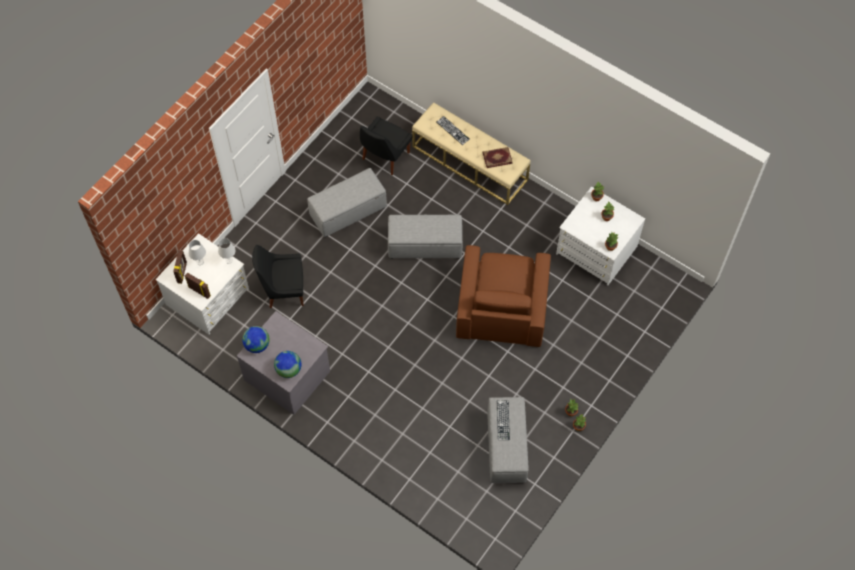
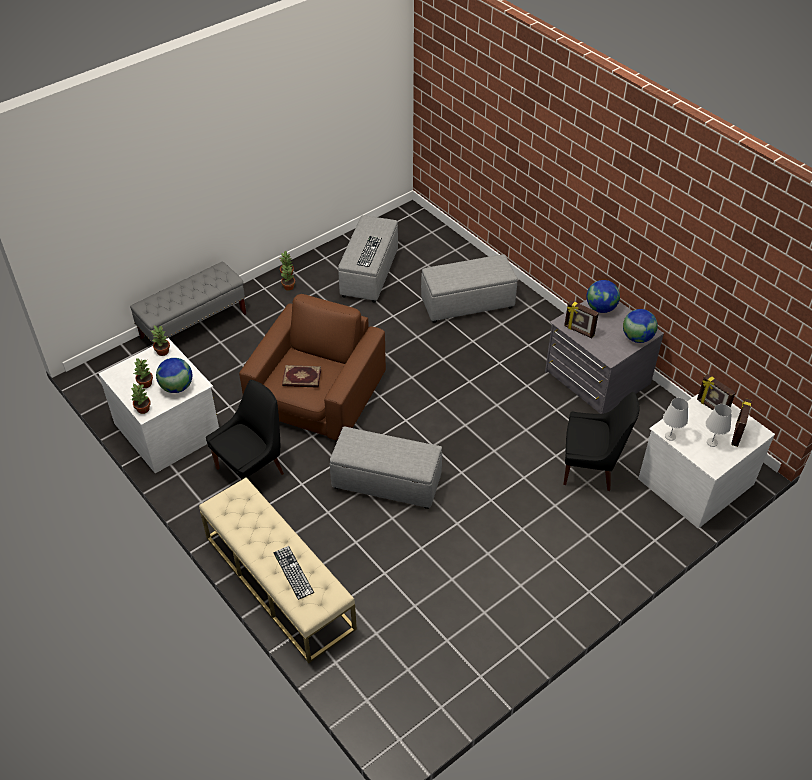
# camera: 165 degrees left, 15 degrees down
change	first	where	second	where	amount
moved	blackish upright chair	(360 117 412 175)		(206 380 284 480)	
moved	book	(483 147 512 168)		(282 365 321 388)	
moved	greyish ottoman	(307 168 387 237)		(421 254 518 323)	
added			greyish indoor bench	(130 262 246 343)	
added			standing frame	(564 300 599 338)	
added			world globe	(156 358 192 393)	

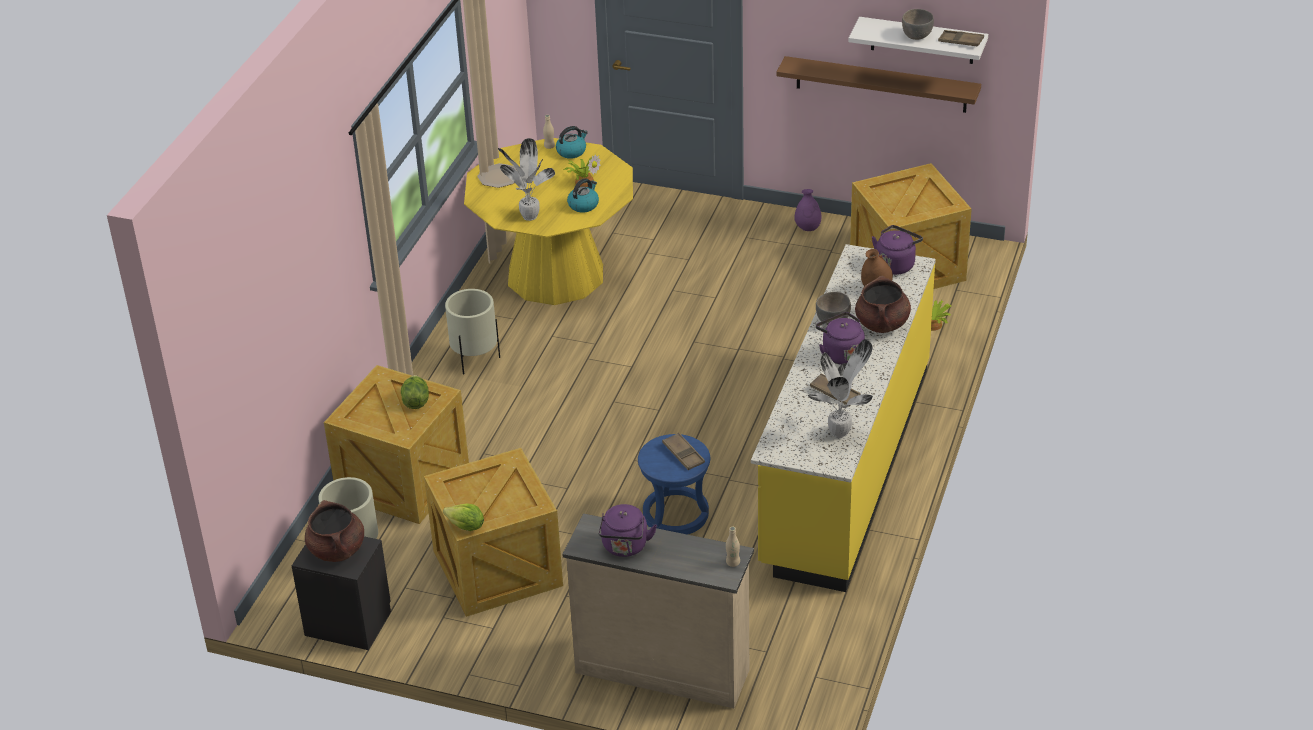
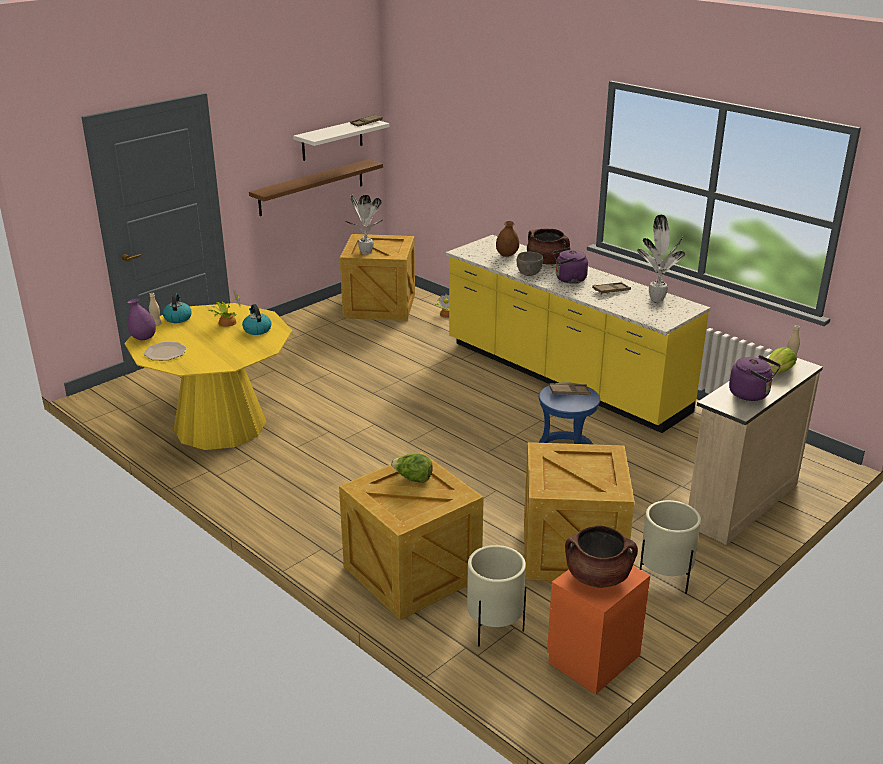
# camera: 65 degrees left, 10 degrees down
change	first	where	second	where	amount
removed	greyish serving bowl	(902 9 934 40)			
moved	potted plant	(498 138 555 221)		(346 194 382 255)	
moved	purple-coloured vase	(794 189 822 231)		(127 299 156 340)	
removed	purple-coloured water kettle	(872 225 923 275)			
moved	beige-coloured flower pot	(445 289 500 375)		(640 500 701 594)	
moved	lettuce	(443 504 484 531)		(768 347 796 373)	
recoloured	blackish bedside table	(292 536 391 650)	orangey bedside table	(547 566 650 694)	

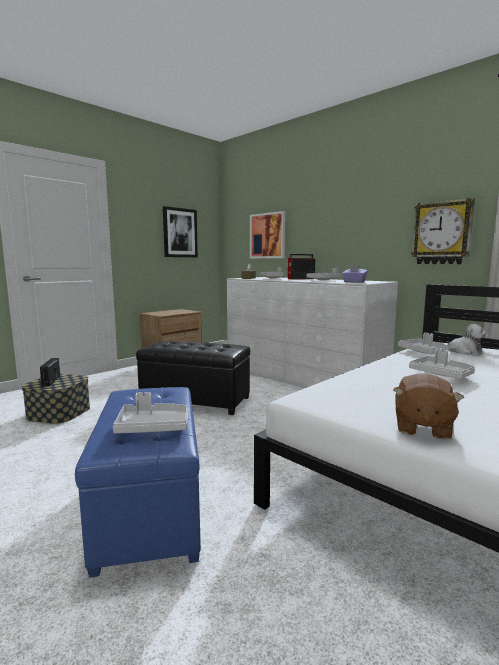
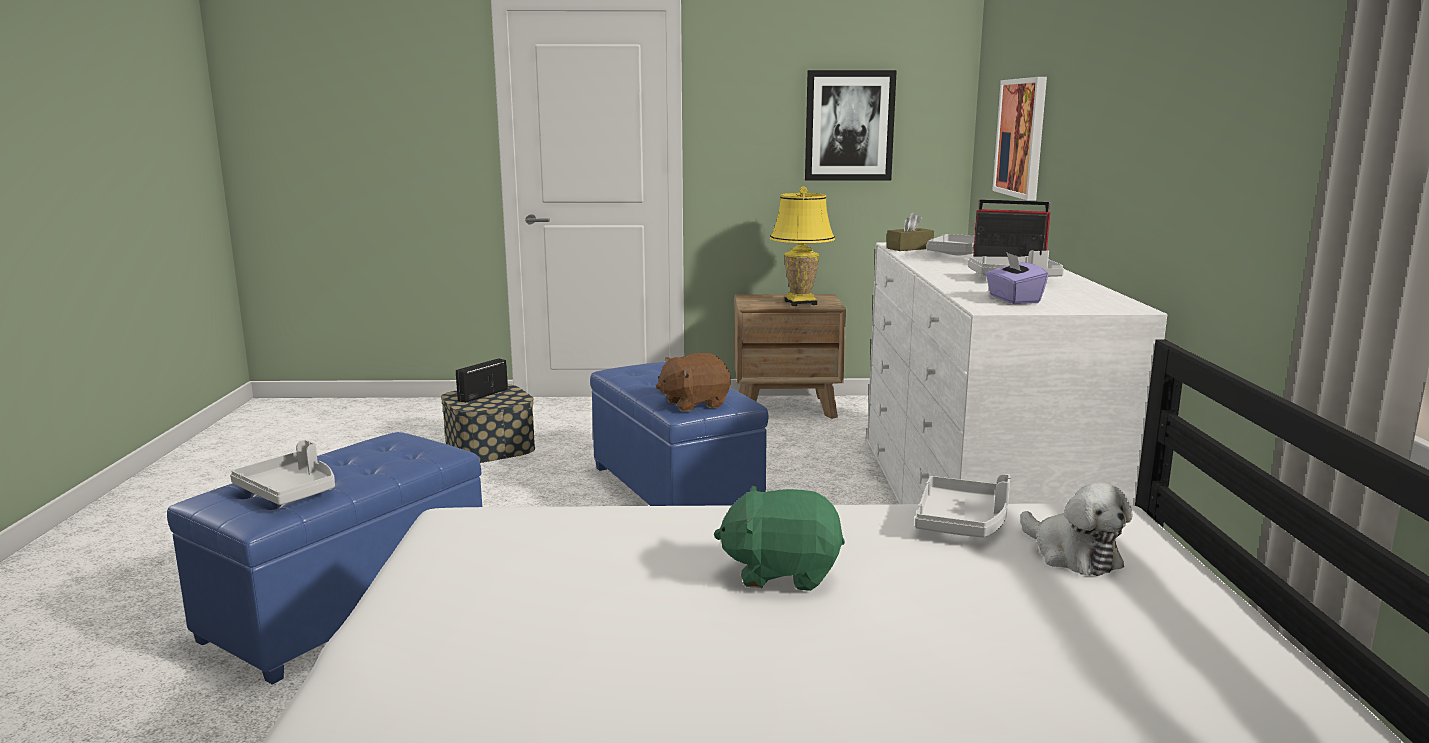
# camera: 45 degrees right, 5 degrees up
change	first	where	second	where	amount
removed	wall clock	(411 198 475 264)			
recoloured	blackish ottoman	(136 341 250 415)	bluish ottoman	(590 362 768 506)	
replaced	greyish serving tray	(409 349 475 379)	green plush toy	(714 486 845 591)	
moved	brownish plush toy	(393 373 464 440)		(656 353 731 412)	
added			yellow lamp for a table	(770 186 835 306)	

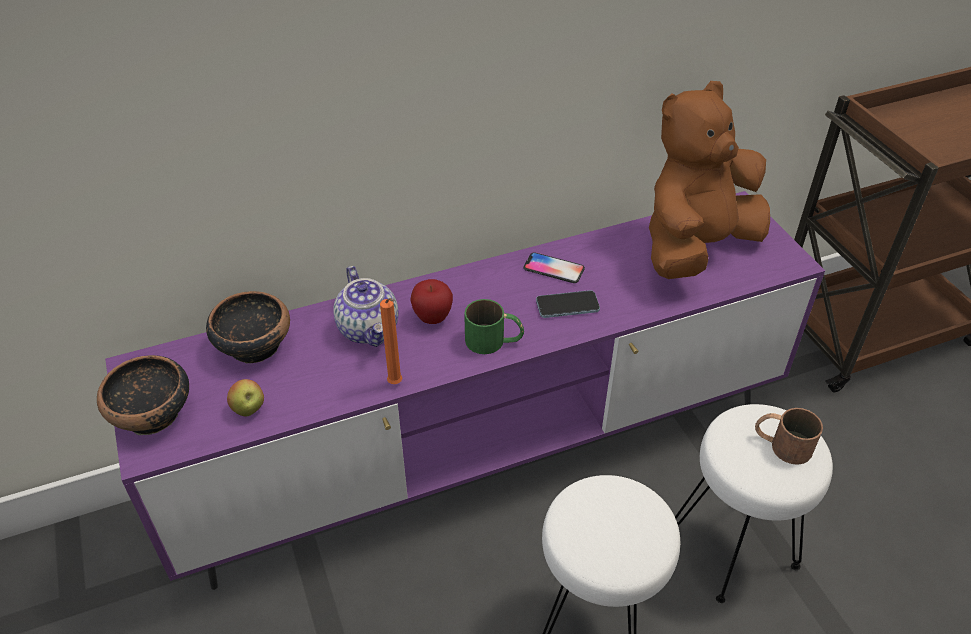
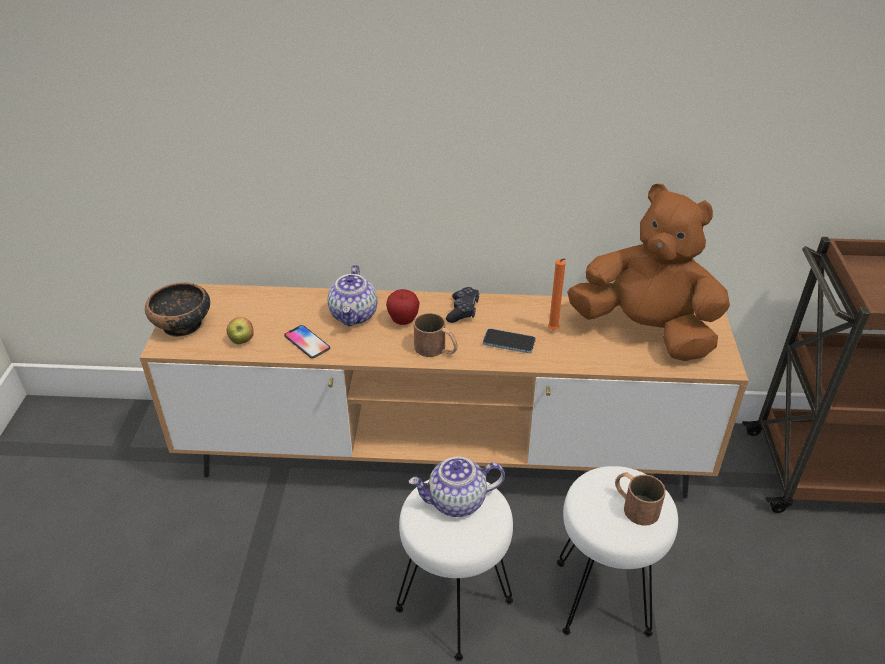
# camera: 25 degrees right, 5 degrees down
change	first	where	second	where	amount
turned	brownish plush toy	(649 81 770 279)		(567 184 730 361)	45 degrees clockwise
recoloured	purple-coloured tv unit	(105 191 825 590)	brownish tv unit	(140 284 749 499)	
moved	phone	(523 252 585 283)		(284 325 330 358)	
removed	serving bowl	(206 291 290 364)			
moved	orangey candle	(380 298 402 384)		(548 258 566 330)	
recoloured	green tea mug	(464 299 524 354)	brownish tea mug	(414 313 458 357)	
added			blackish gamepad	(446 287 479 323)	
added			pot for tea	(409 456 505 517)	

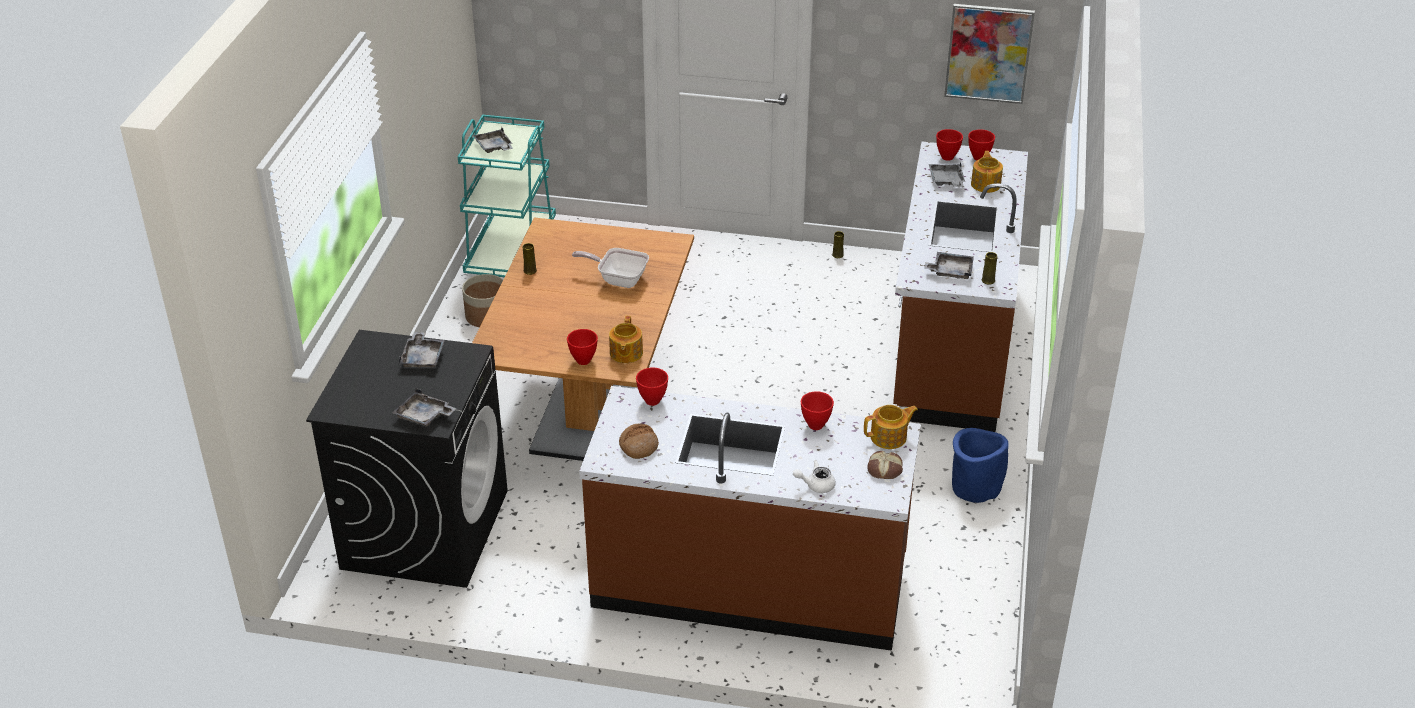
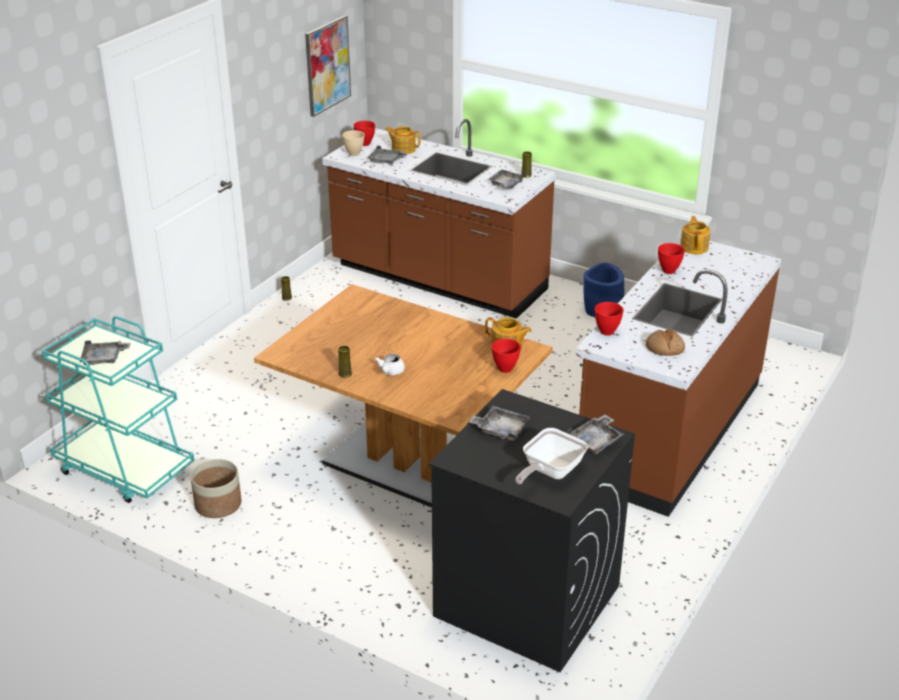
# camera: 70 degrees left, 5 degrees down
change	first	where	second	where	amount
recoloured	reddish serving bowl	(936 129 963 161)	beige-coloured serving bowl	(342 130 364 156)	
moved	skillet	(572 248 649 288)		(515 428 588 484)	
removed	bakery bread	(867 451 903 479)			
moved	white-coloured pot for tea	(793 460 836 493)		(375 354 405 375)	

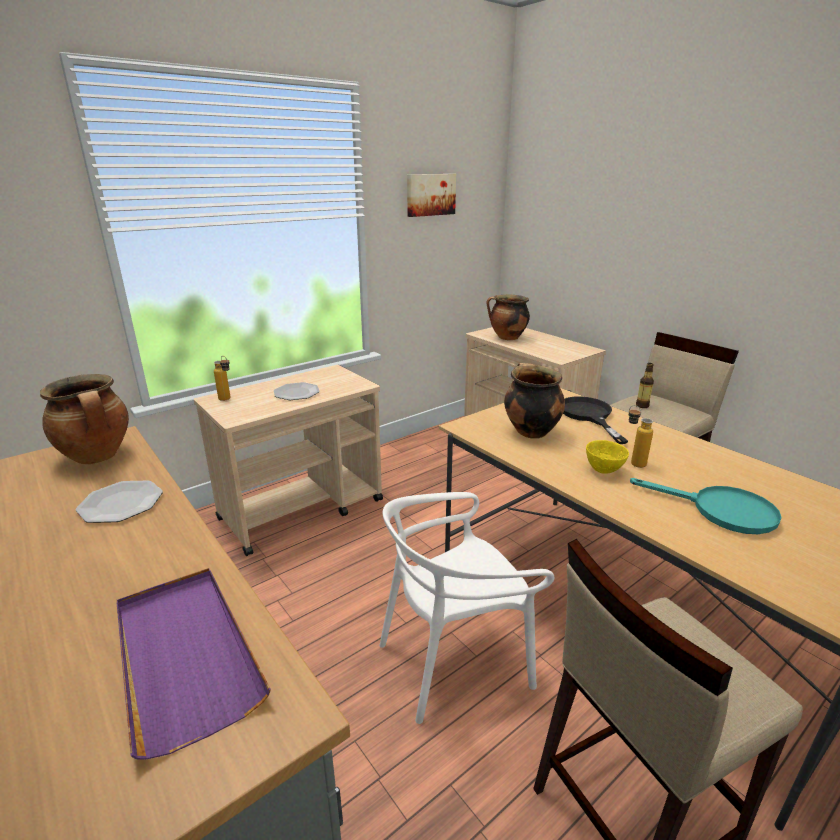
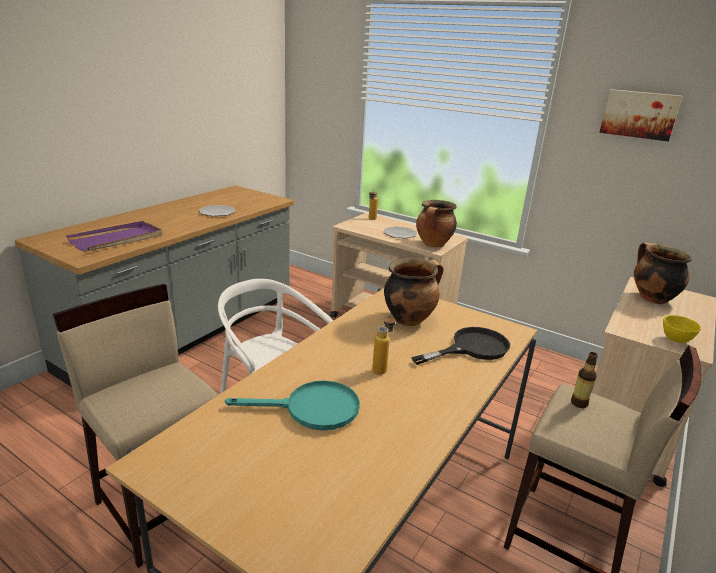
# camera: 70 degrees right, 0 degrees up
change	first	where	second	where	amount
moved	stockpot	(40 374 129 464)		(416 200 457 248)	
moved	yellow serving bowl	(586 440 629 474)		(663 315 701 343)	
turned	turquoise-coloured skillet	(630 478 782 534)		(225 381 360 431)	105 degrees counterclockwise

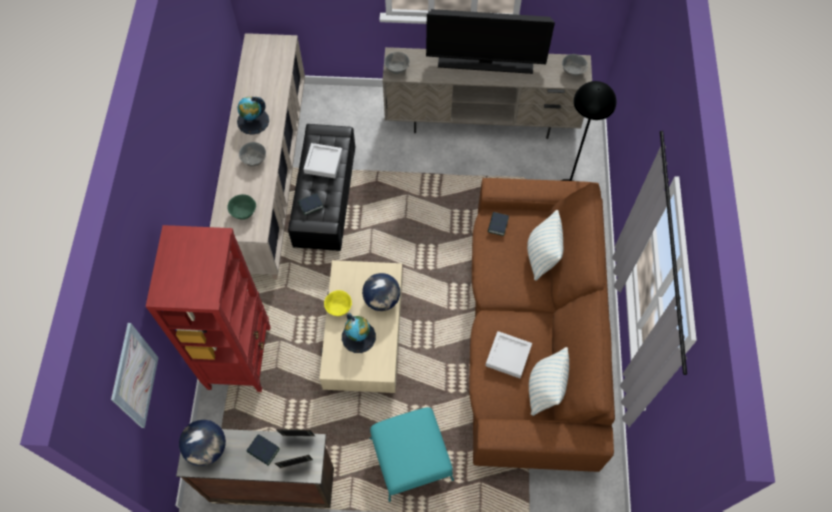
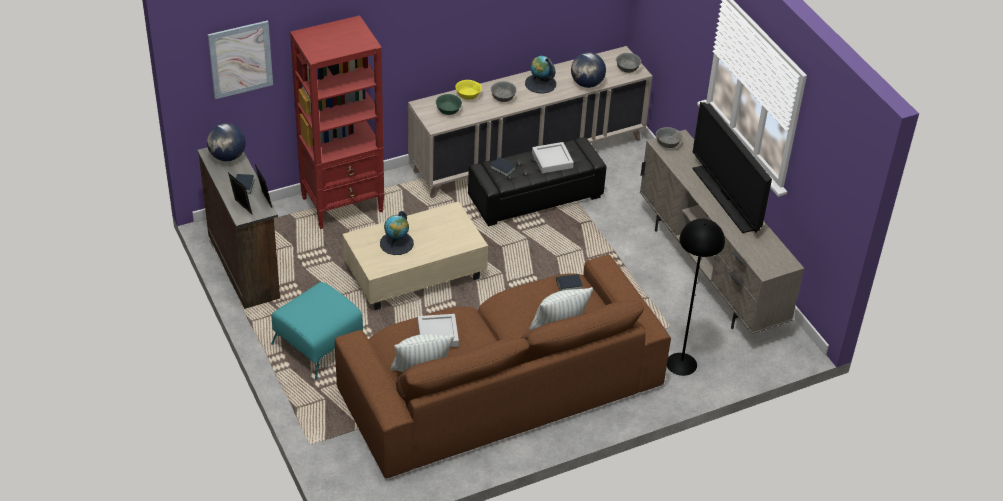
# camera: 60 degrees right, 20 degrees down
change	first	where	second	where	amount
moved	greyish serving bowl	(562 54 588 77)		(616 53 641 73)	
moved	world globe	(362 273 400 311)		(571 52 606 88)	
moved	yellow serving bowl	(324 290 352 316)		(455 80 482 100)	

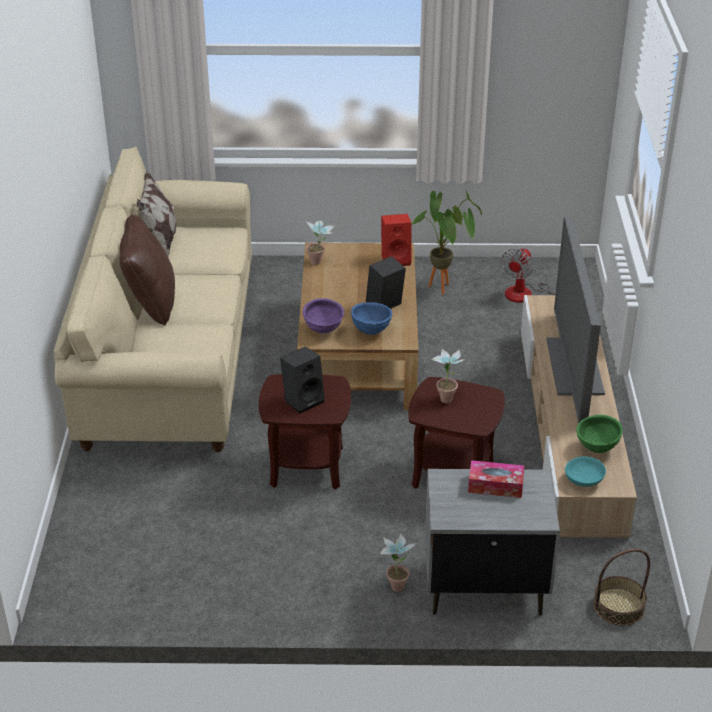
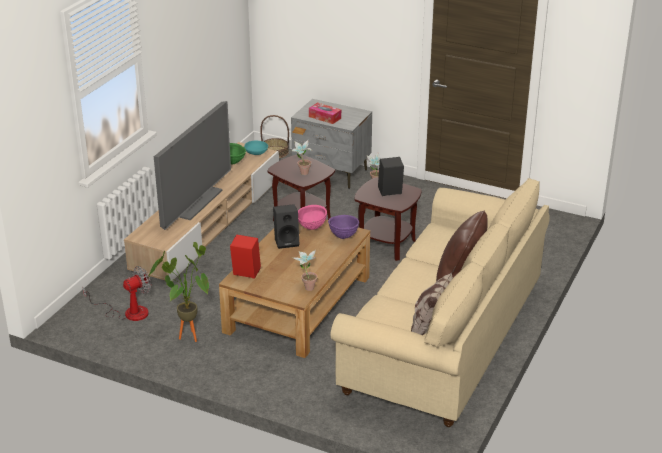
# camera: 155 degrees left, 5 degrees down
change	first	where	second	where	amount
recoloured	bluish serving bowl	(351 302 392 335)	pinkish serving bowl	(298 205 327 230)	

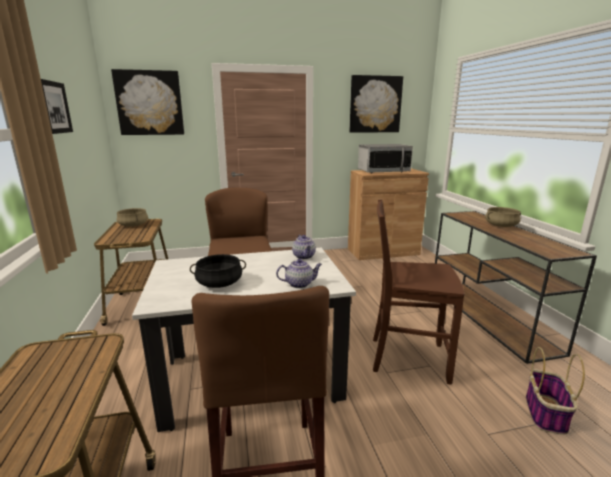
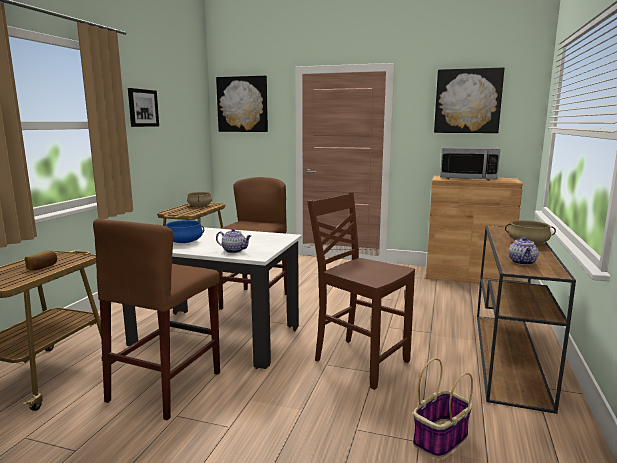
# camera: 30 degrees right, 5 degrees down
change	first	where	second	where	amount
moved	pot for tea	(292 235 316 259)		(509 237 539 265)	
recoloured	blackish stockpot	(190 254 246 288)	bluish stockpot	(166 220 204 243)	
added			bakery bread	(25 250 57 270)	

